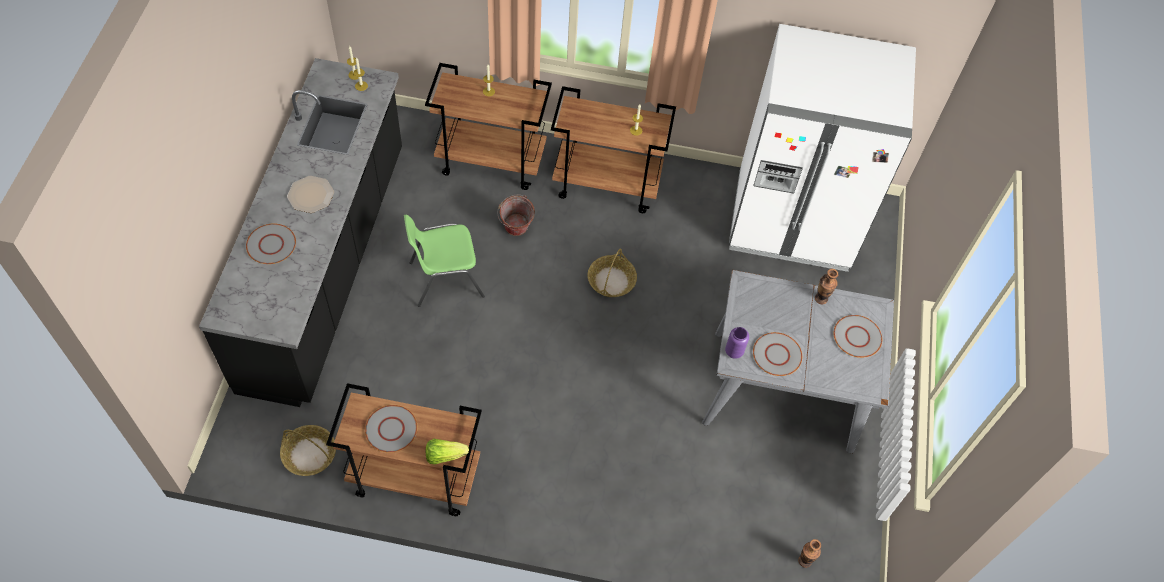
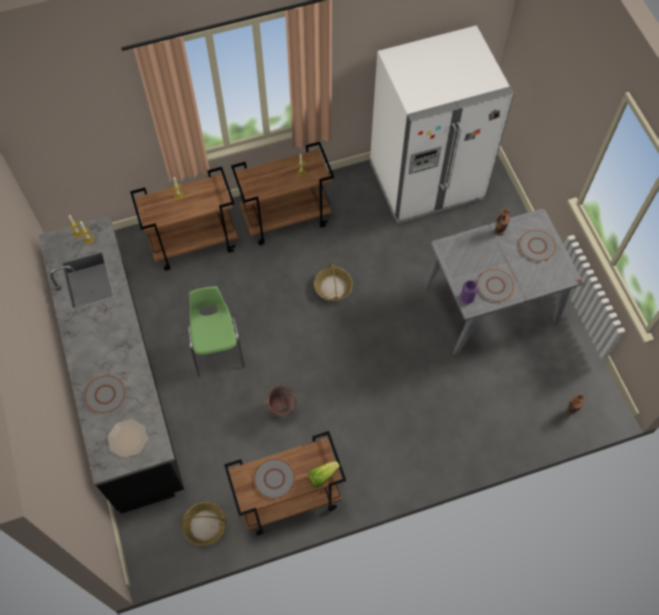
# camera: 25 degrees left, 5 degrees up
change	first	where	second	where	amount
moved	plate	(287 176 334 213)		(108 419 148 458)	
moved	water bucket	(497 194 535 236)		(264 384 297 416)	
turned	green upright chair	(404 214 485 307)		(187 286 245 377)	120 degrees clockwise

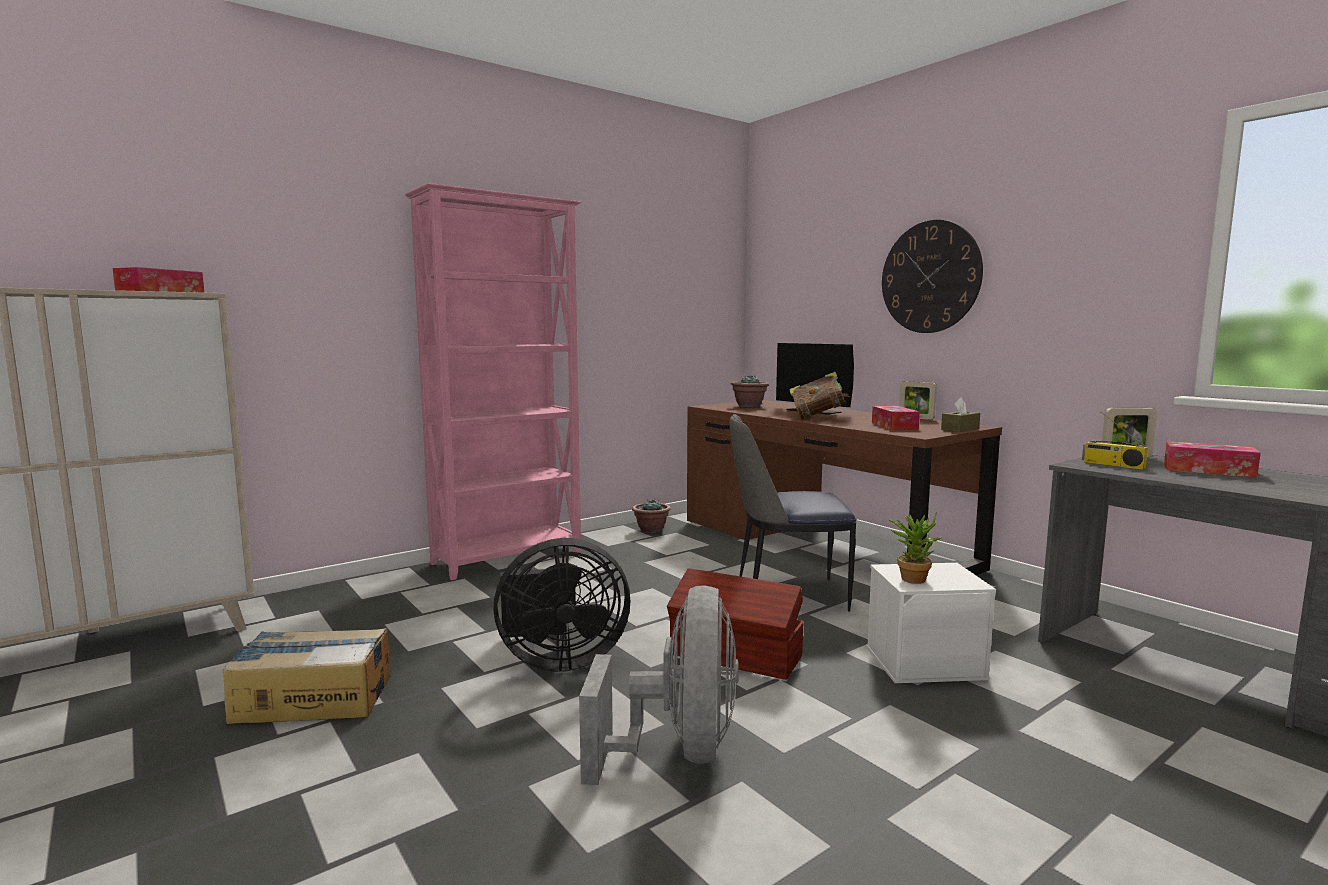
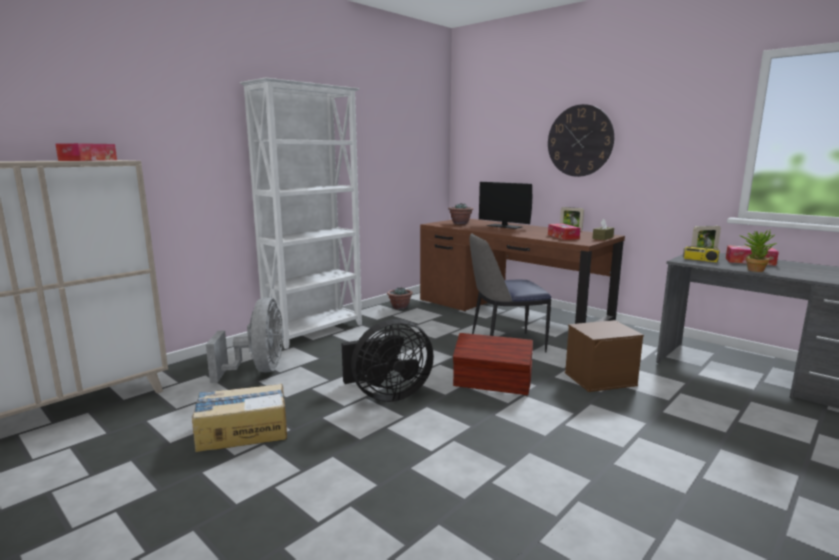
# camera: 10 degrees left, 5 degrees up
change	first	where	second	where	amount
recoloured	pinkish bookshelf	(405 183 581 580)	white-coloured bookshelf	(240 78 362 349)	
removed	book	(789 372 849 420)			
moved	potted plant	(889 512 942 584)		(739 230 777 272)	
recoloured	white-coloured storage container	(866 563 996 683)	brownish storage container	(565 320 644 392)	
moved	greyish fan	(579 585 739 785)		(206 297 284 383)	

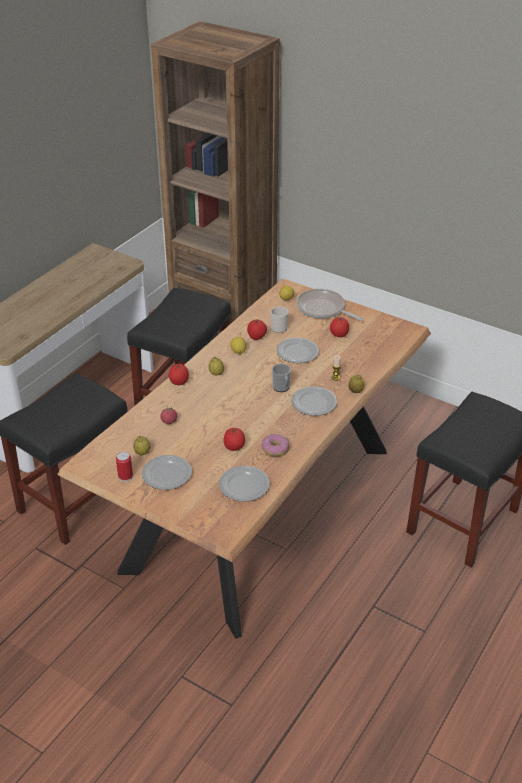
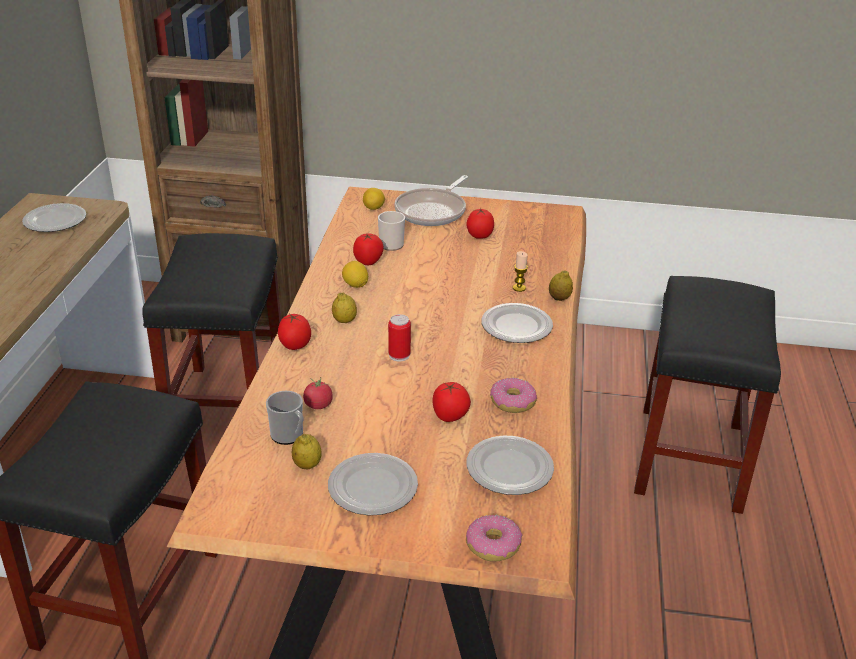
# camera: 25 degrees left, 5 degrees down
change	first	where	second	where	amount
turned	skillet	(296 289 363 321)		(394 175 468 226)	75 degrees counterclockwise
moved	plate	(276 338 319 363)		(22 203 86 232)	
moved	tea mug	(272 364 291 392)		(266 391 304 445)	
moved	sealed can	(116 452 133 482)		(388 314 411 362)	
added			donut	(466 515 522 562)	

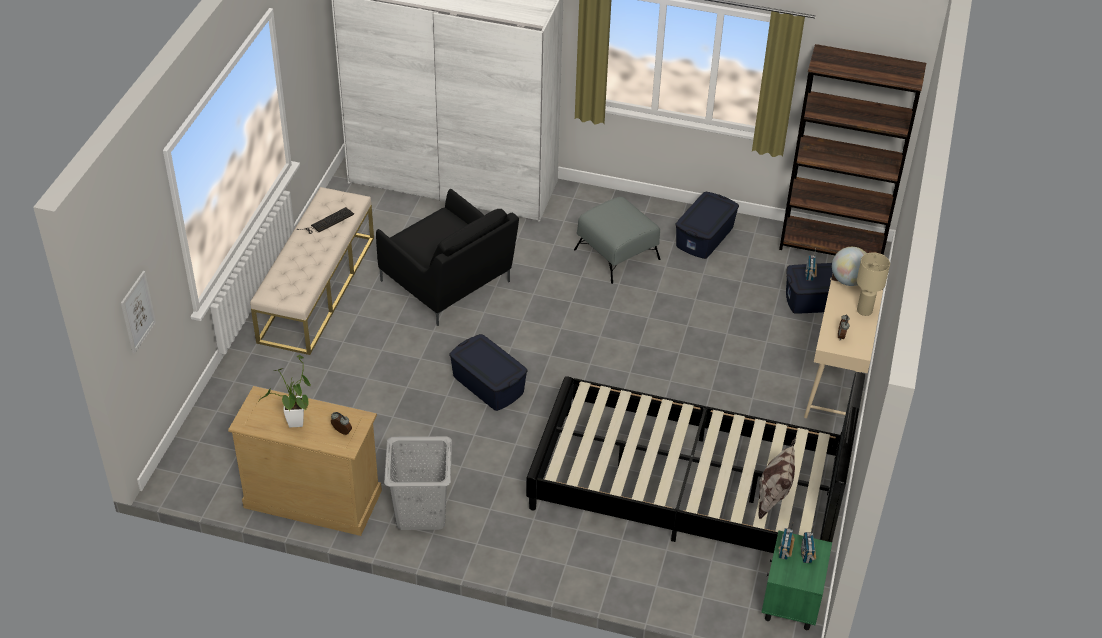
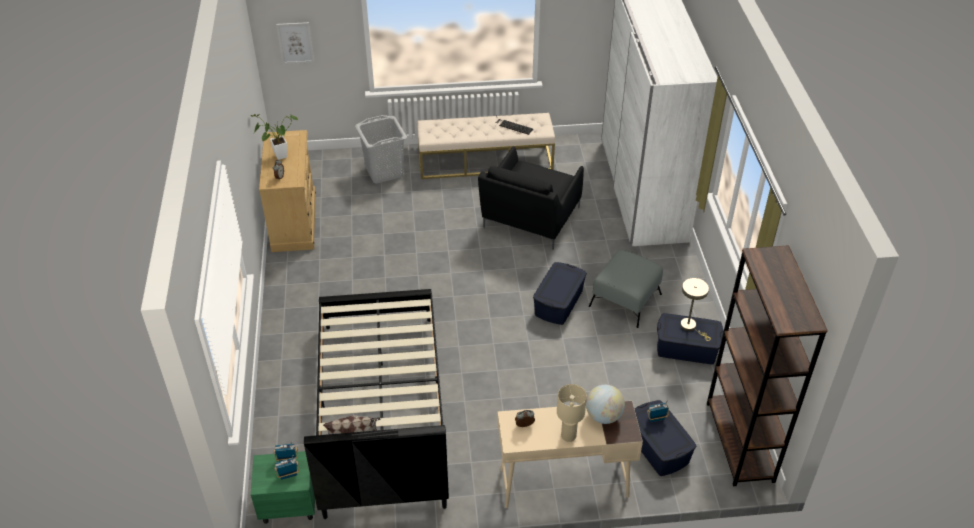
# camera: 70 degrees right, 0 degrees up
change	first	where	second	where	amount
moved	bluish storage container	(449 334 528 411)		(533 262 587 325)	
moved	greyish hamper	(384 436 452 530)		(355 115 407 184)	
added			beige-coloured lamp for a table	(680 278 711 341)	

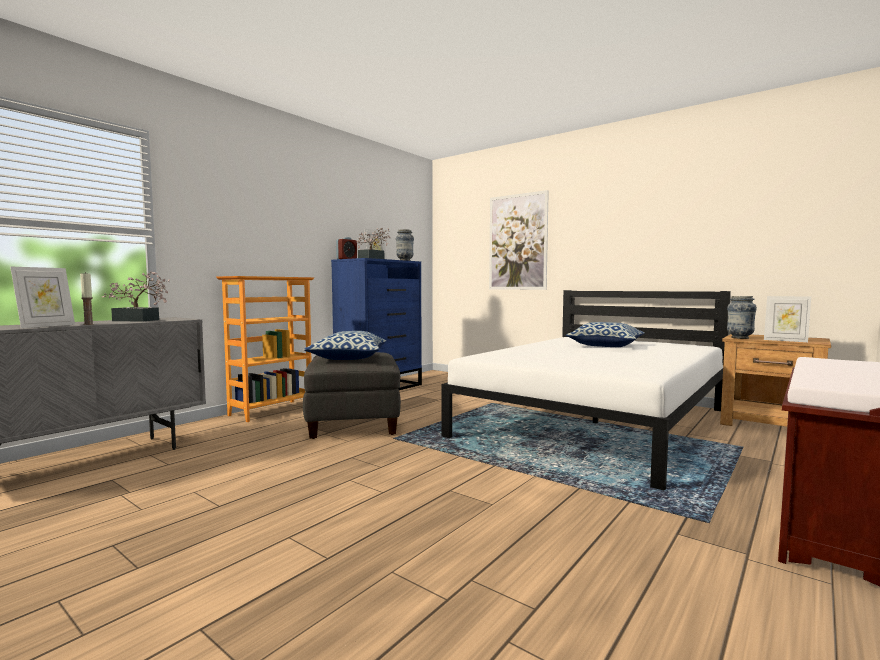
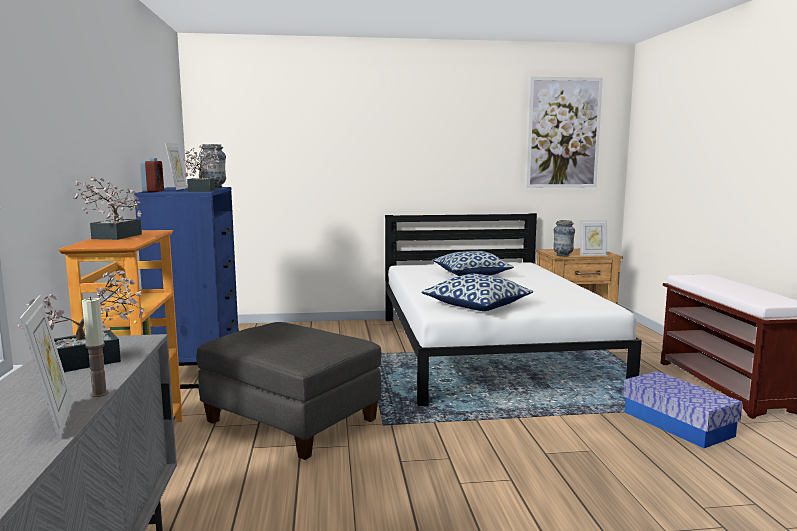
# camera: 45 degrees left, 5 degrees up
change	first	where	second	where	amount
moved	picture	(489 190 549 290)		(526 76 603 188)	
moved	throw pillow	(304 331 386 360)		(421 274 533 311)	
added			potted plant	(74 177 142 240)	
added			storage container	(623 371 743 448)	

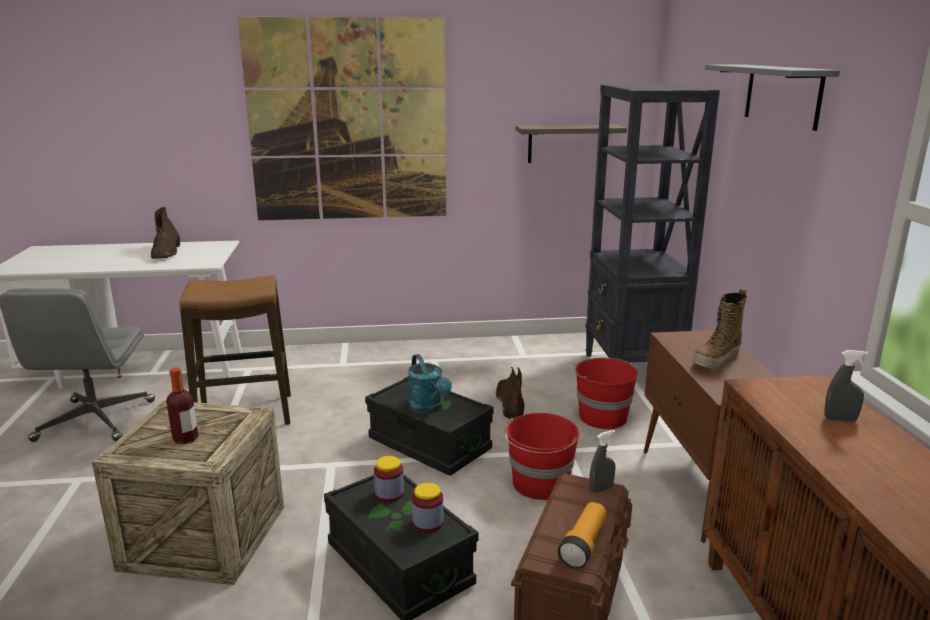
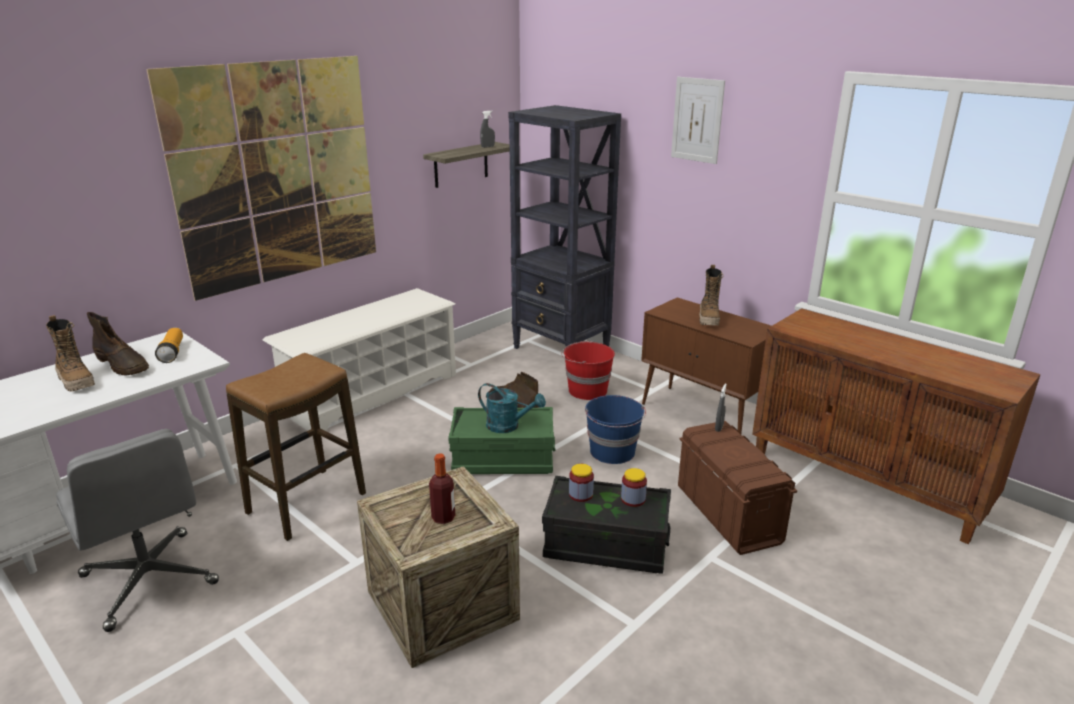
# camera: 40 degrees left, 5 degrees up
change	first	where	second	where	amount
replaced	greyish bracket shelf	(705 65 840 131)	picture	(671 77 725 164)	
moved	greyish hand sprayer	(824 350 869 422)		(480 110 495 148)	
recoloured	blackish storage container	(365 376 494 476)	green storage container	(448 407 555 474)	
recoloured	reddish water bucket	(503 413 580 500)	bluish water bucket	(585 395 646 464)	
moved	torch	(558 502 606 569)		(155 328 183 363)	
added			white-coloured shoe shelf	(263 288 456 437)	
added			tall boot	(46 315 95 392)	

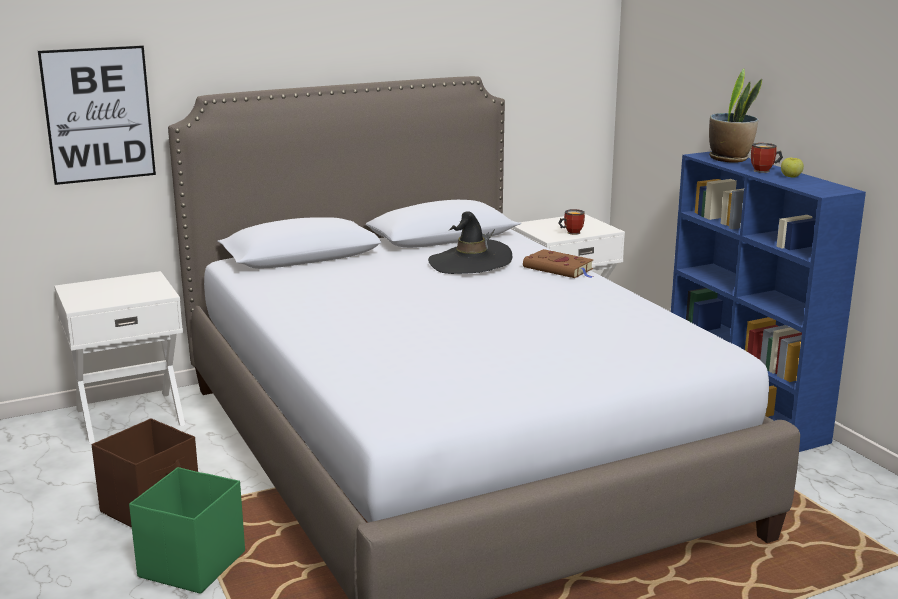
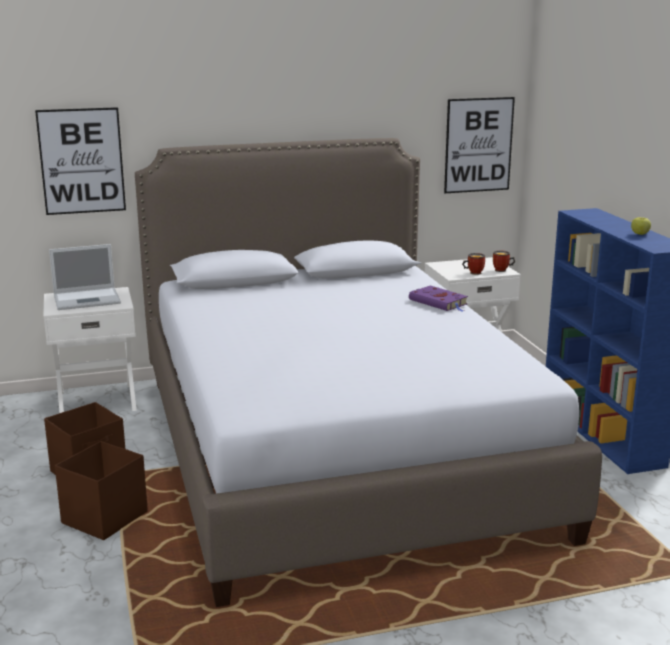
# camera: 10 degrees right, 0 degrees up
change	first	where	second	where	amount
removed	potted plant	(709 69 762 163)			
moved	tea mug	(751 143 783 173)		(493 250 515 272)	
removed	blackish hat	(428 211 512 274)			
recoloured	brownish book	(523 249 594 278)	purple-coloured book	(409 286 468 311)	
recoloured	green storage container	(129 467 245 594)	brownish storage container	(55 441 148 540)	
added			picture	(444 97 515 193)	
added			portable computer	(49 244 121 310)	

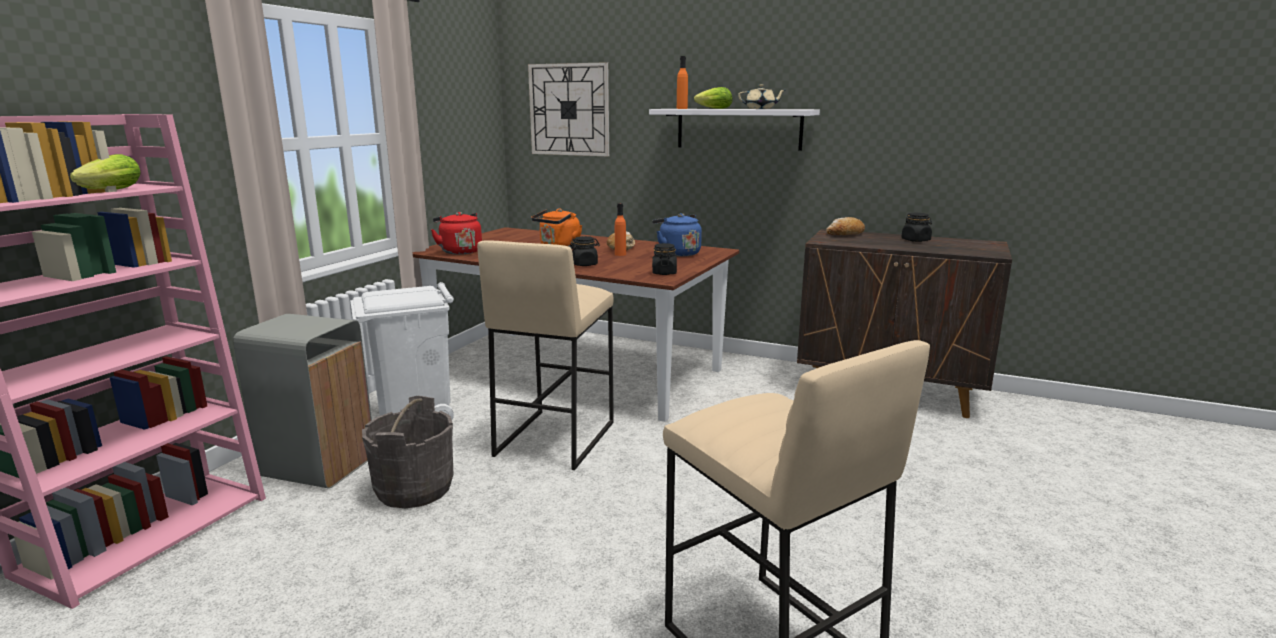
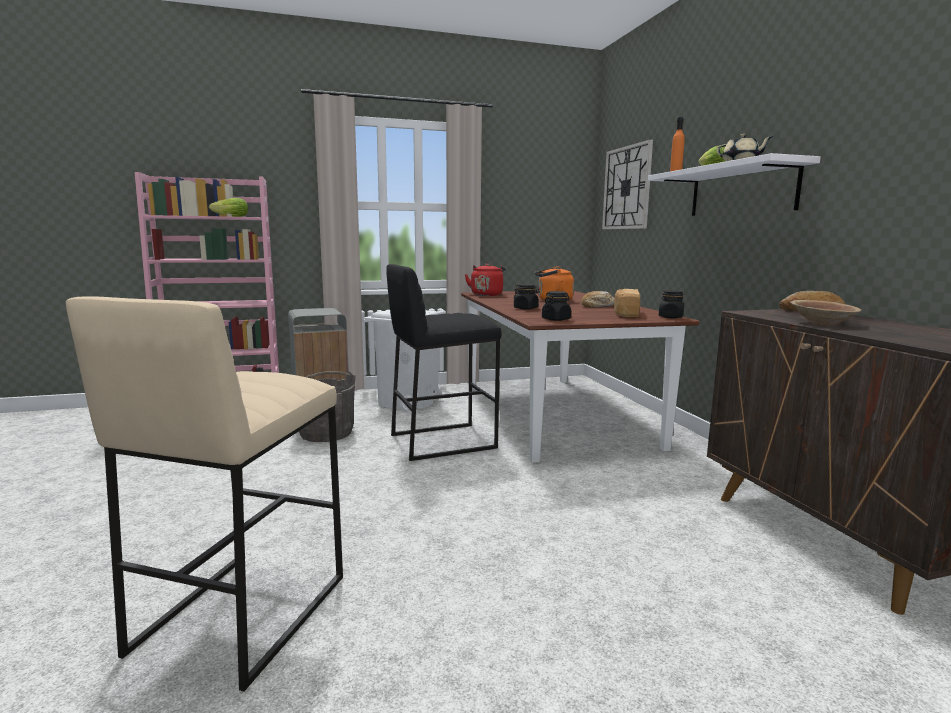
# camera: 50 degrees right, 5 degrees down
change	first	where	second	where	amount
removed	orangey drink bottle	(615 203 626 256)			
replaced	bluish water kettle	(652 213 702 257)	bakery bread	(614 289 640 317)	
moved	blackish jar	(901 213 932 242)		(659 290 684 318)	
recoloured	beige-coloured stool	(477 240 614 470)	blackish stool	(386 264 502 461)	
added			brownish serving bowl	(790 300 862 325)	

